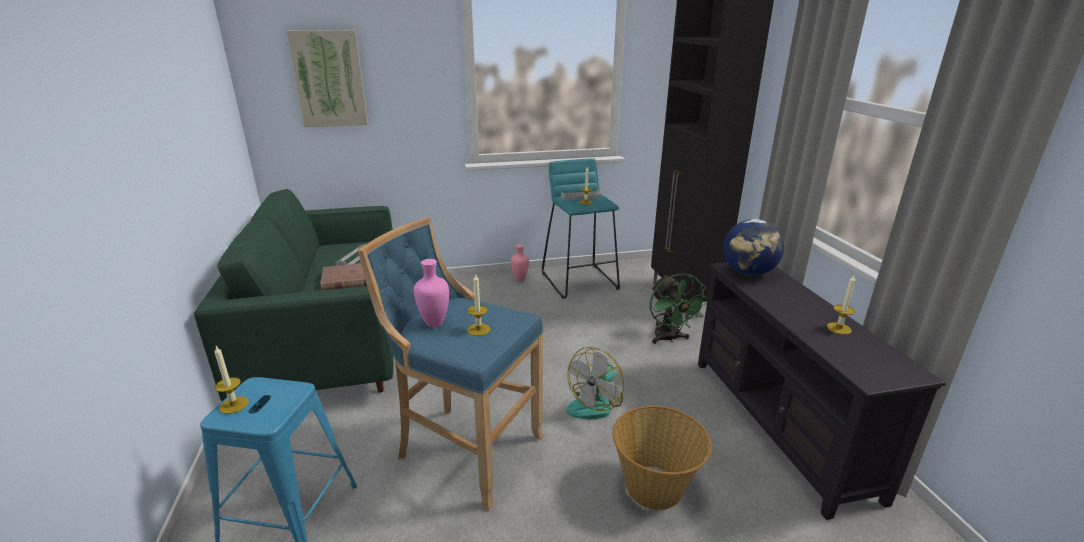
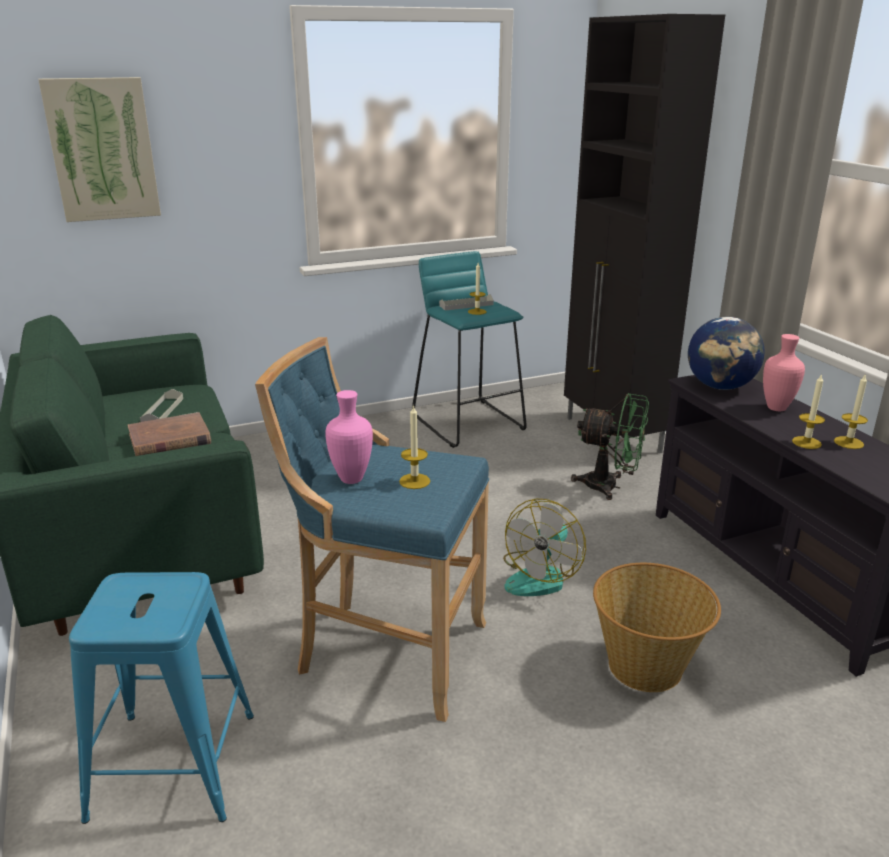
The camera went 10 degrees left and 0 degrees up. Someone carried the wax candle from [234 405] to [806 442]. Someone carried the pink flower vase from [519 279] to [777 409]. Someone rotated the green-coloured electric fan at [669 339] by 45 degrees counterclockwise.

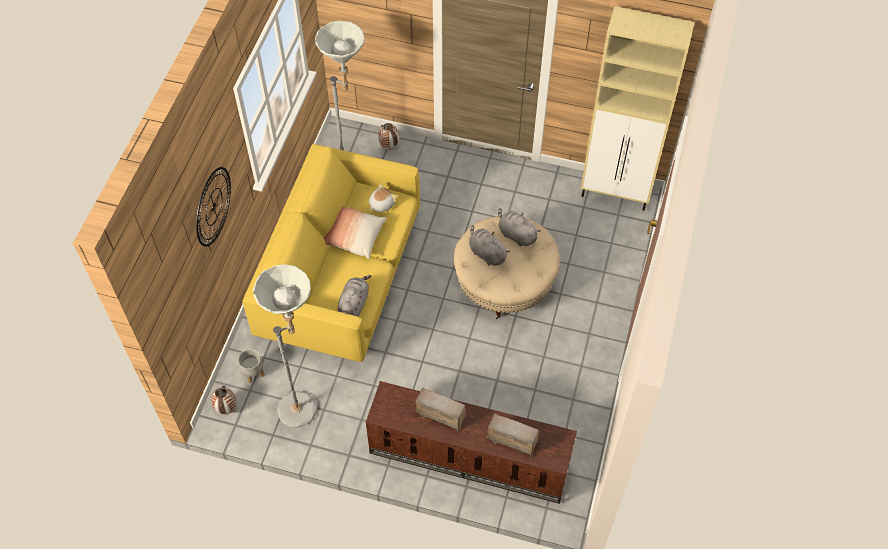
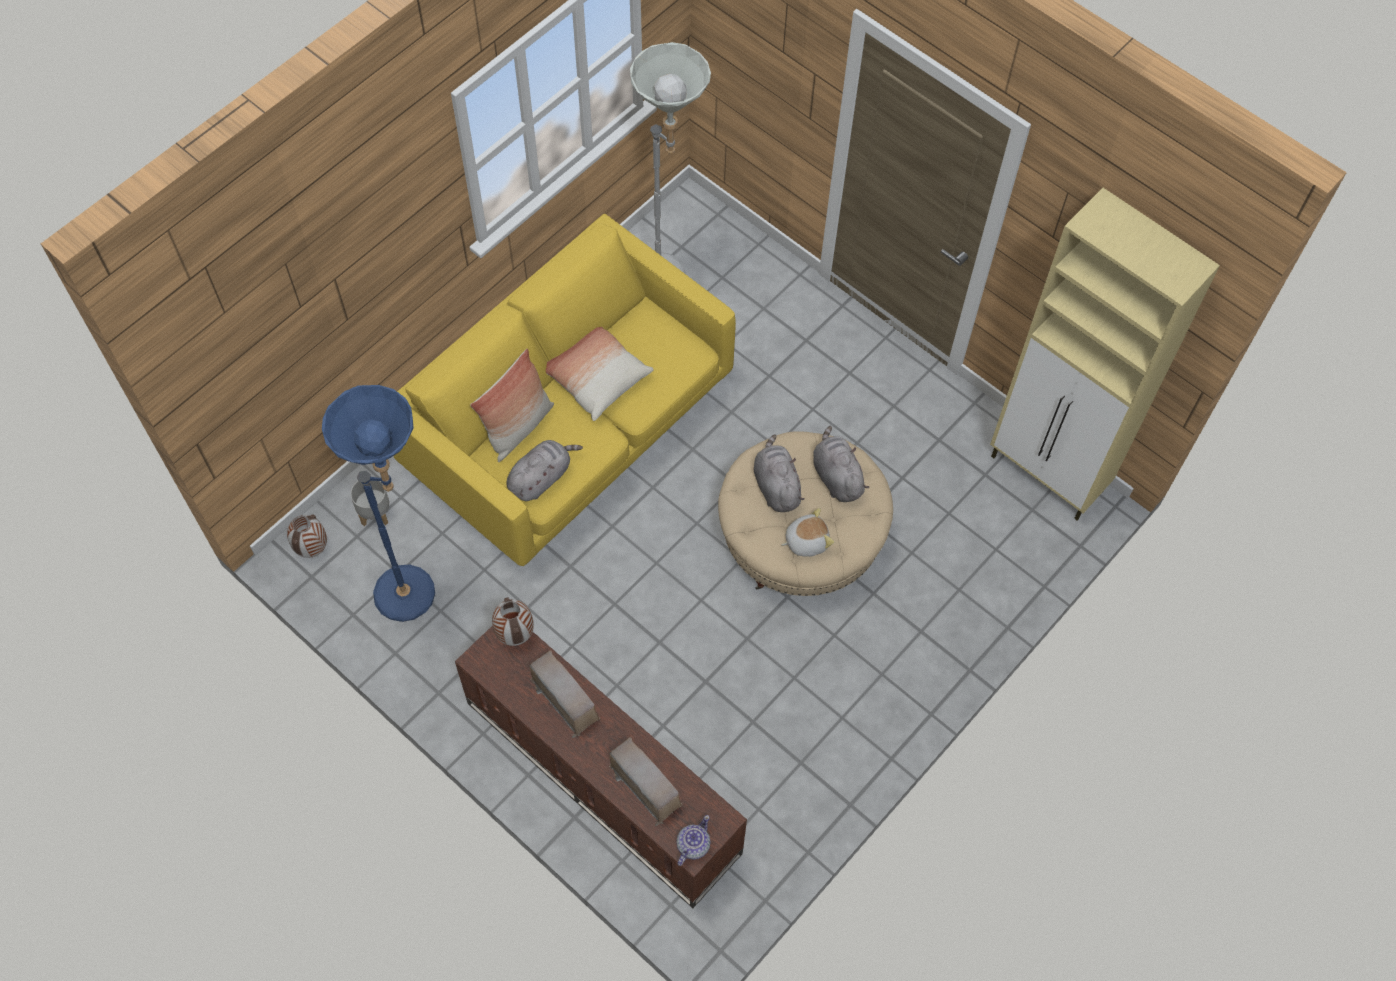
The camera went 25 degrees right and 5 degrees up. Someone took away the wall clock at [213 206]. Someone repainted the greyish standard lamp at [305 406], which became the blue-coloured standard lamp at [418 594]. Someone carried the plush toy from [381 204] to [806 540]. Someone carried the flower vase from [389 147] to [514 634]. Someone put down the throw pillow at [518 427]. Someone put down the tea pot at [692 845].

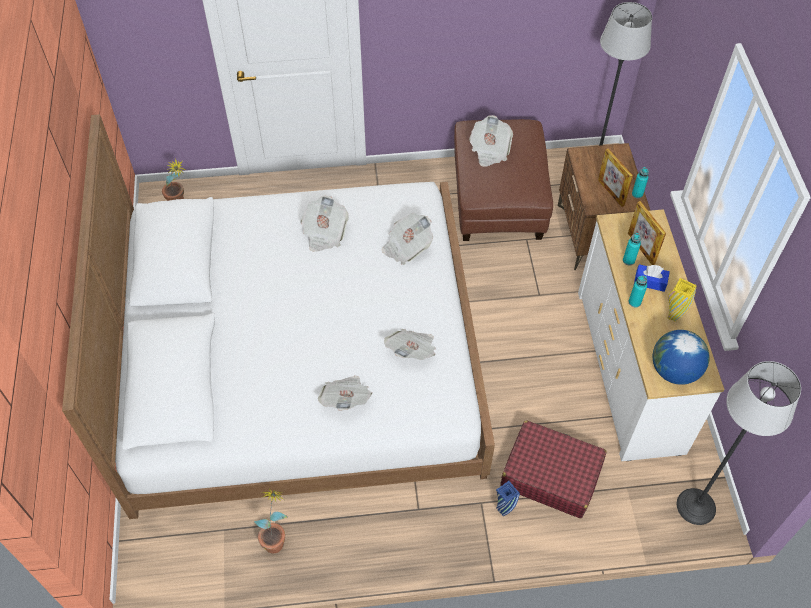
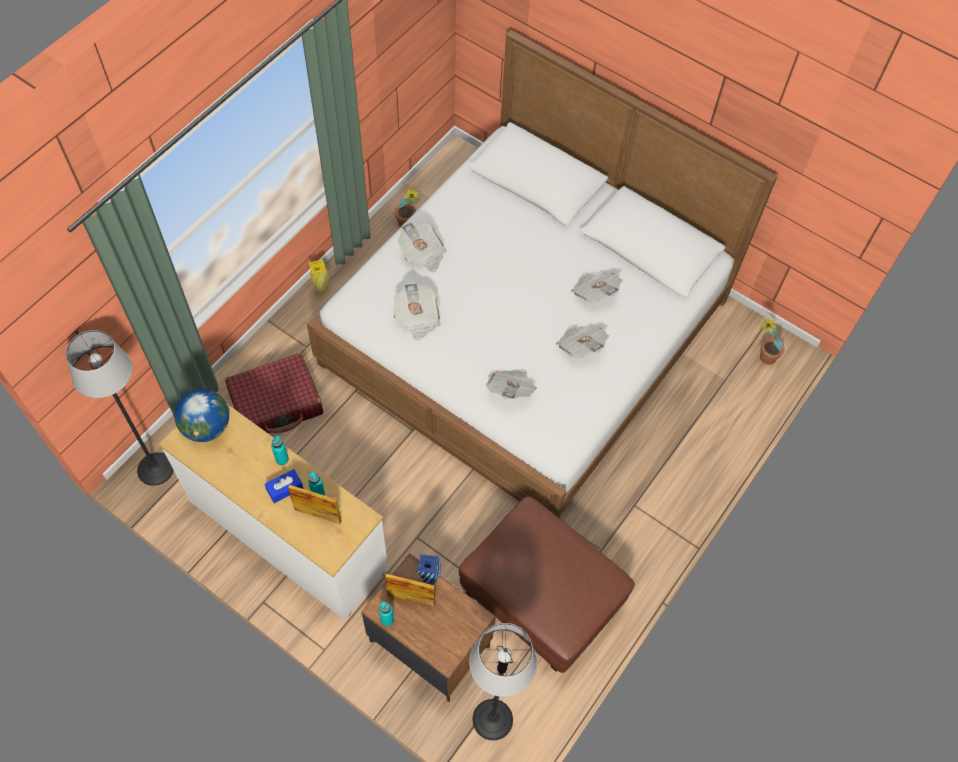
The camera went 130 degrees right and 5 degrees up. Someone carried the newspaper from [489 150] to [594 292]. Someone carried the blue-coloured flower vase from [503 511] to [428 581]. Someone carried the yellow flower vase from [672 316] to [321 290].

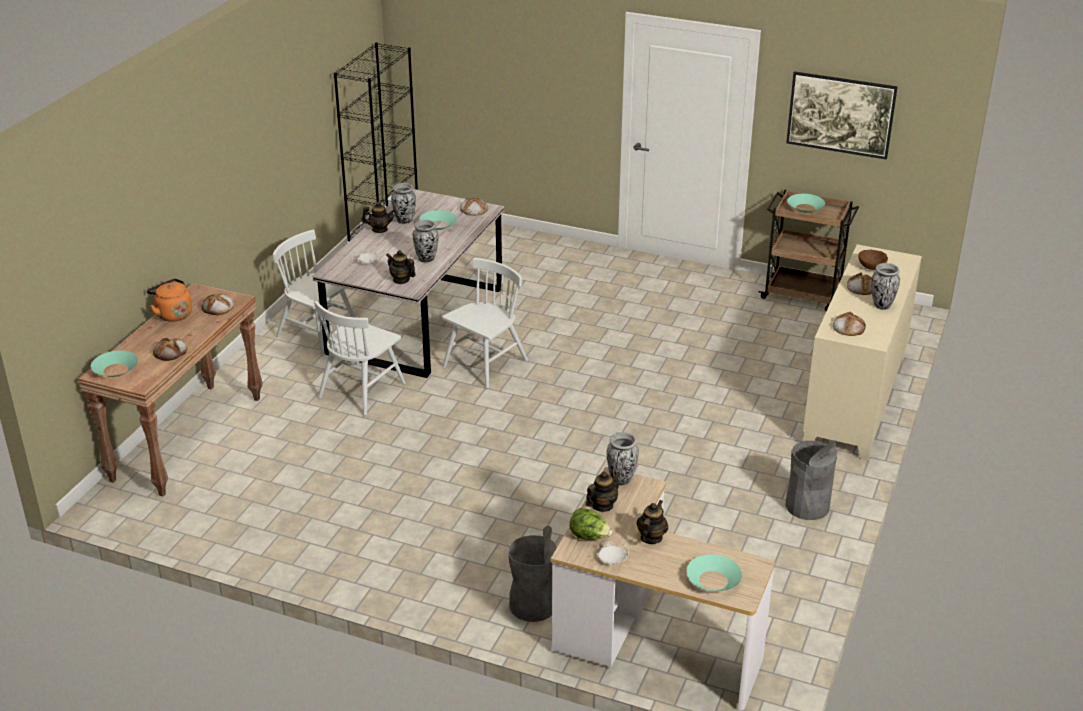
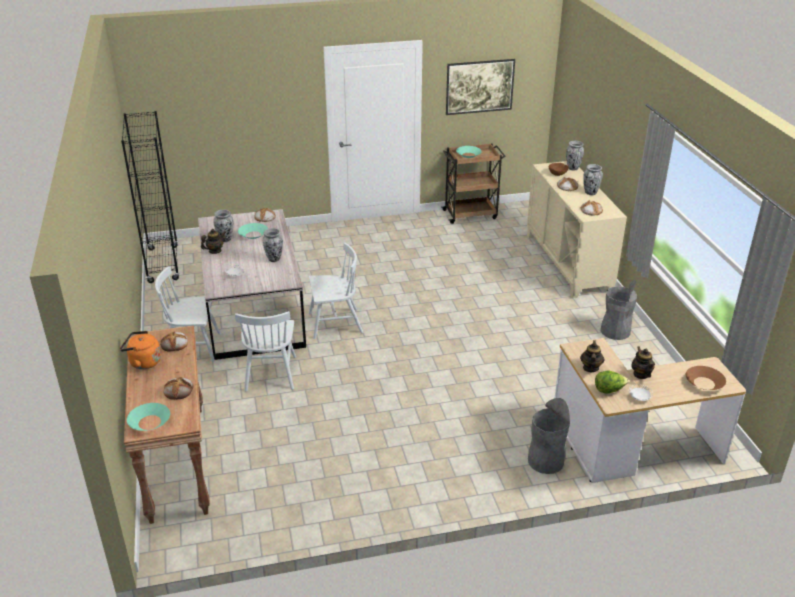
The camera went 35 degrees left and 0 degrees up. Someone took away the tea pot at [401 280]. Someone rotated the white plain chair at [485 364] by 75 degrees clockwise. Someone carried the flower vase from [621 479] to [572 168]. Someone repainted the turquoise serving bowl at [713 580], which became the brown serving bowl at [704 383].

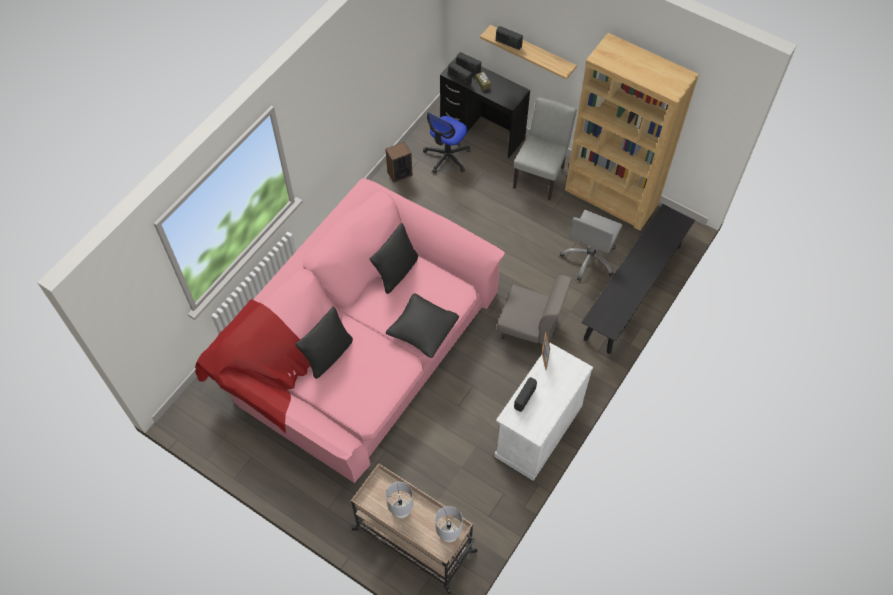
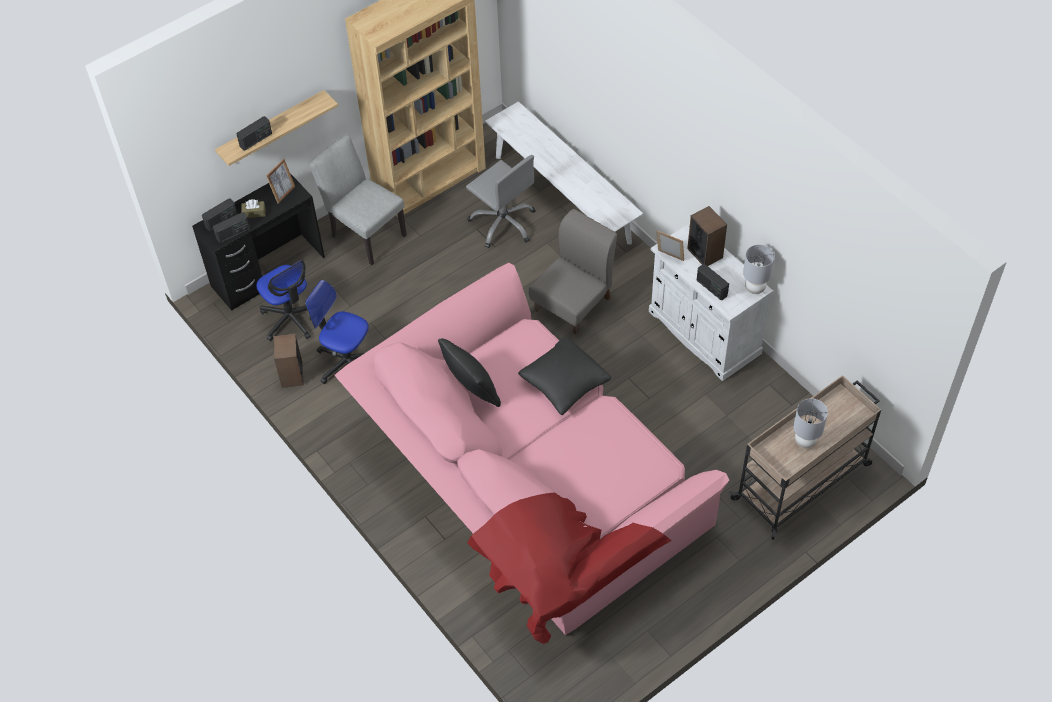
The camera went 70 degrees left and 5 degrees down. Someone took away the black throw pillow at [328 355]. Someone carried the greyish lamp for a table from [448 534] to [754 289]. Someone repainted the black indoor bench at [633 291], which became the white indoor bench at [562 199]. Someone put down the photo frame at [283 193]. Someone put down the office chair at [346 362]. Someone put down the loudspeaker at [705 253].

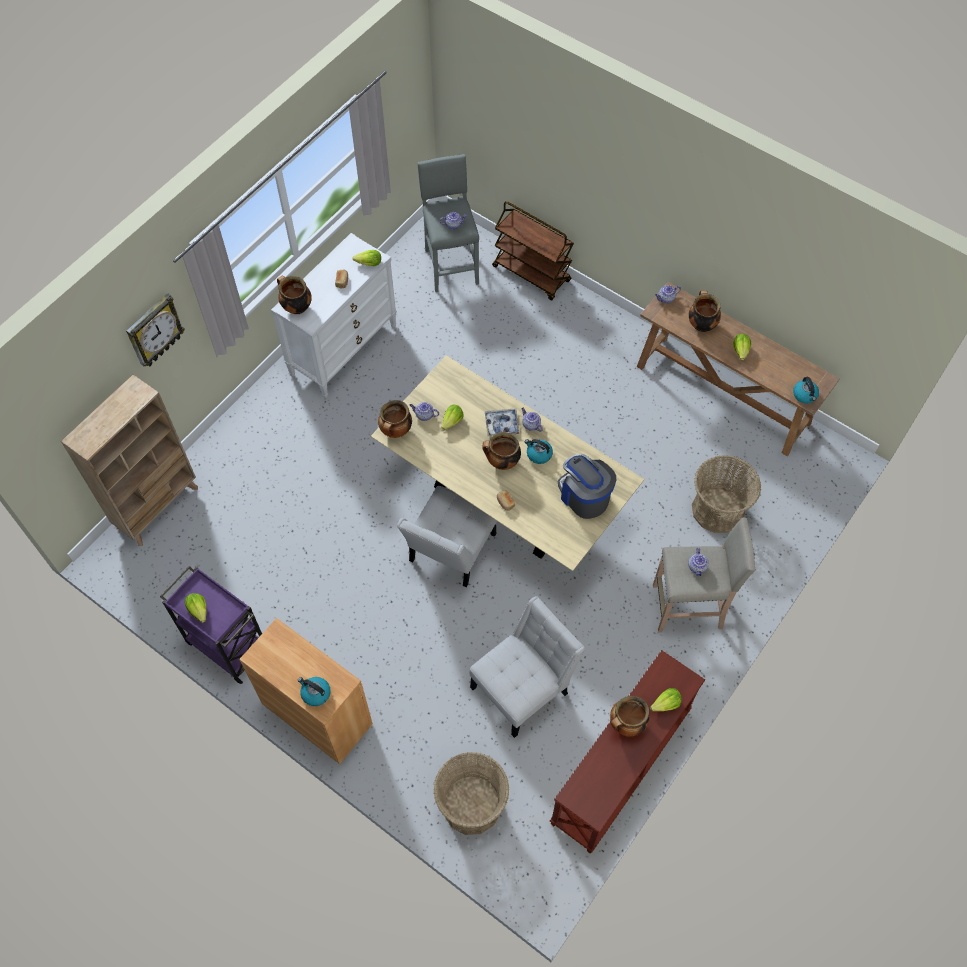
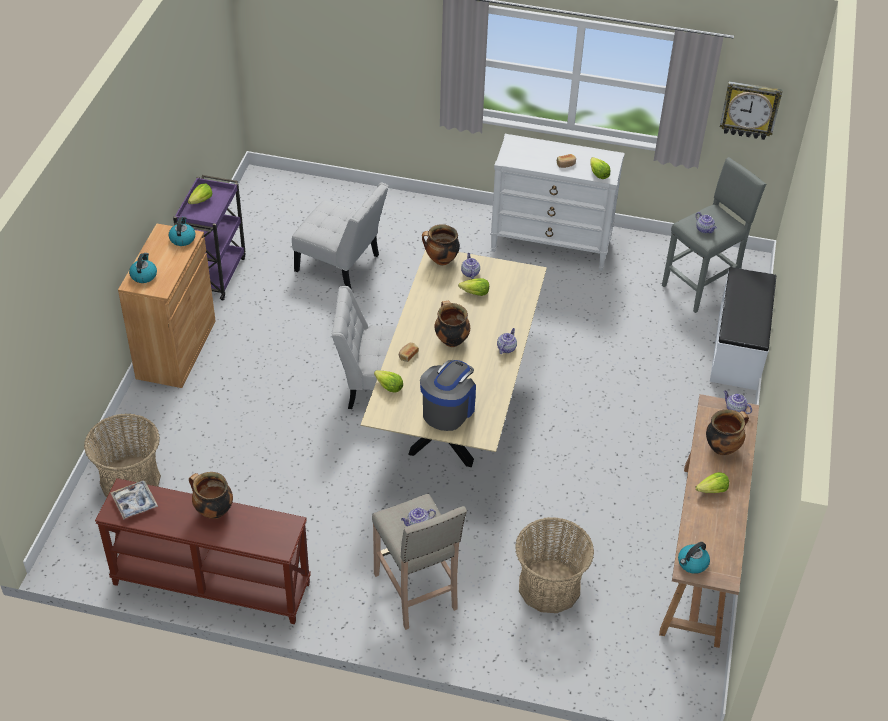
The camera went 65 degrees right and 15 degrees down. Someone took away the sand-coloured shelving unit at [158 507]. Someone carried the wall clock from [154 331] to [750 110]. Someone took away the saucepot at [296 307]. Someone carried the white plain chair from [523 687] to [341 265]. Someone carried the serving tray from [501 424] to [134 503]. Someone swapped the brown wheeled cart at [532 274] for the white indoor bench at [739 348]. Someone carried the kettle from [538 454] to [182 238]. Someone carried the lettuce from [666 704] to [388 387].

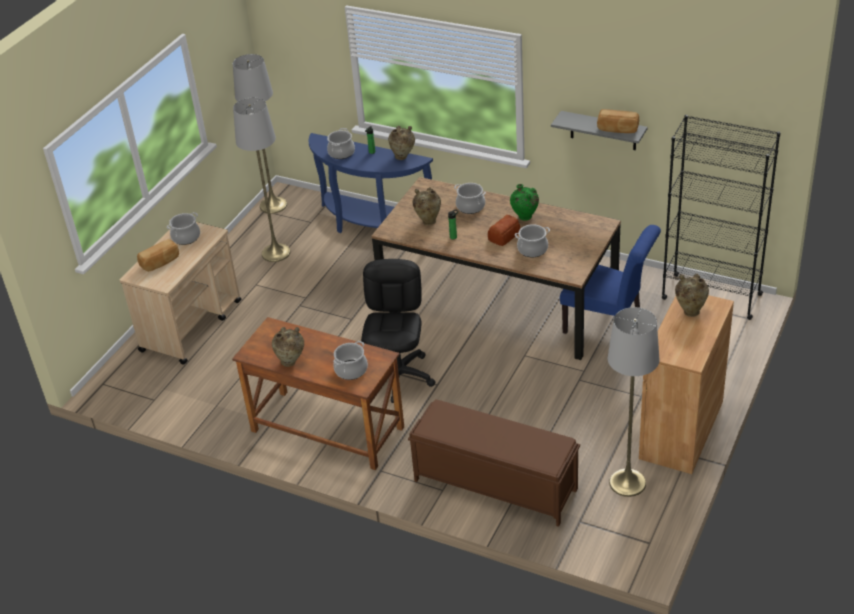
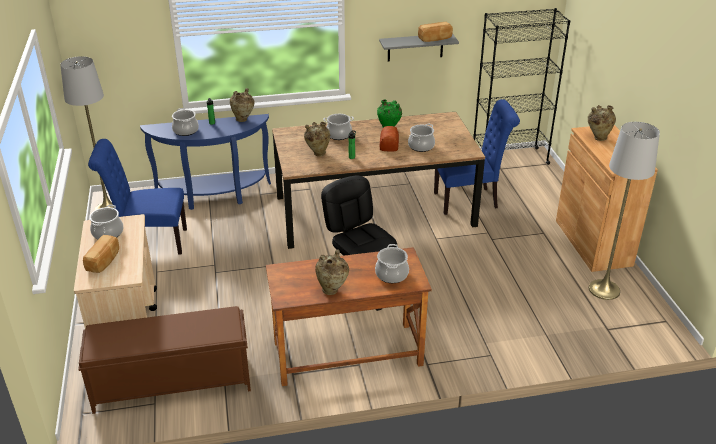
The camera went 40 degrees left and 5 degrees down. Someone swapped the greyish standard lamp at [276 253] for the blue-coloured plain chair at [149 242]. Someone carried the brown indoor bench from [494 484] to [171 383].

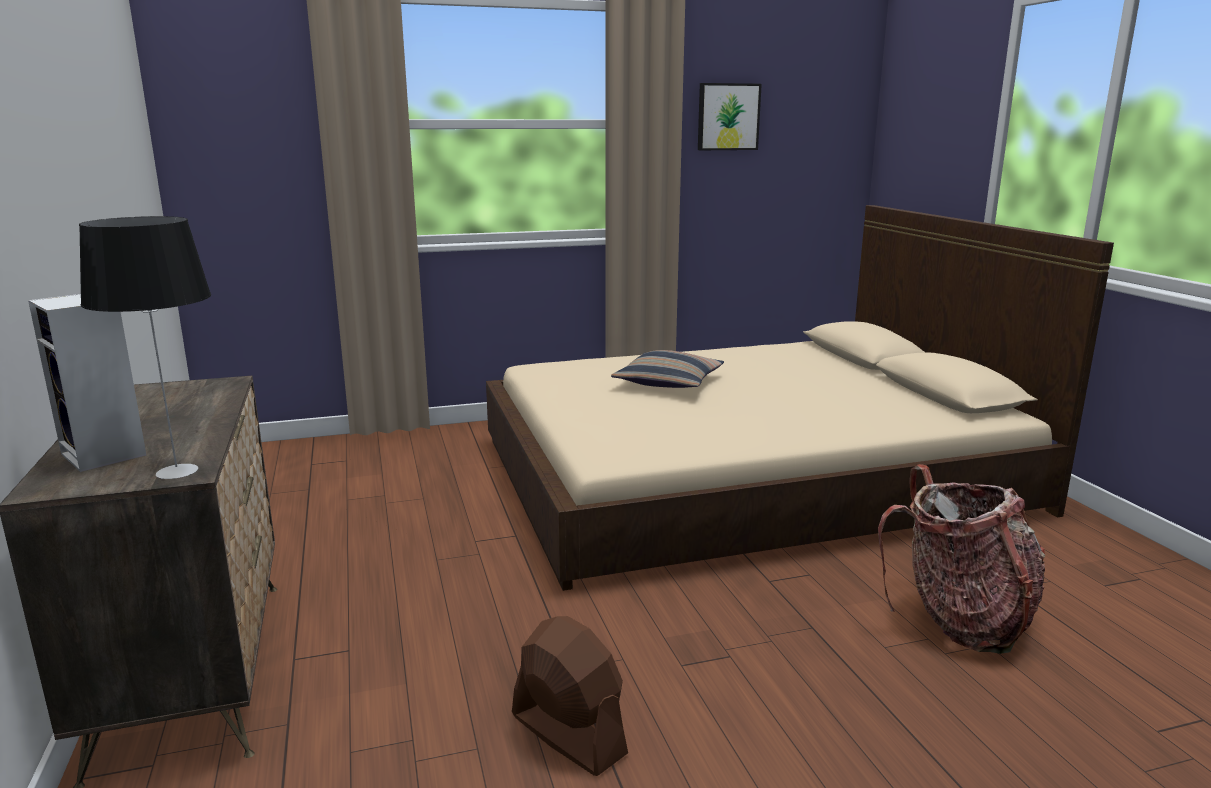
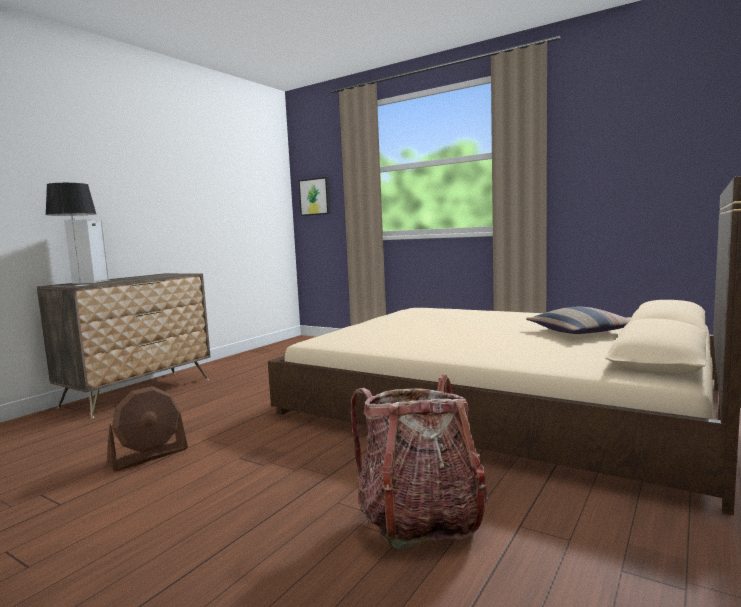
The camera went 50 degrees right and 10 degrees down. Someone rotated the brown electric fan at [567 734] by 45 degrees clockwise. Someone carried the throw pillow from [668 382] to [580 332]. Someone carried the picture from [728 117] to [315 196].

